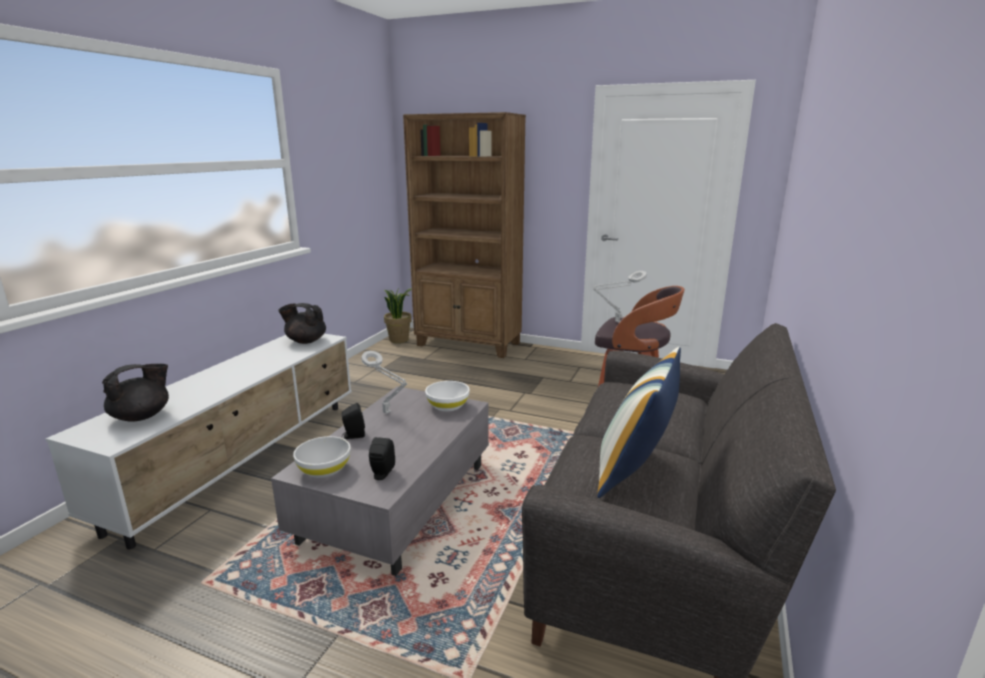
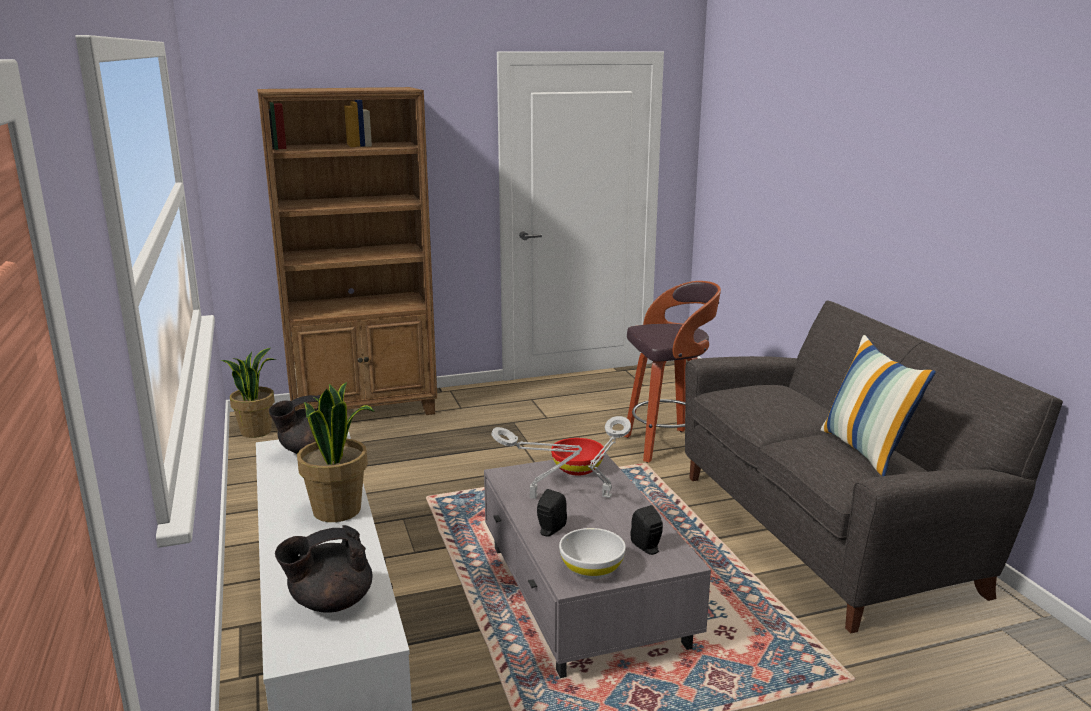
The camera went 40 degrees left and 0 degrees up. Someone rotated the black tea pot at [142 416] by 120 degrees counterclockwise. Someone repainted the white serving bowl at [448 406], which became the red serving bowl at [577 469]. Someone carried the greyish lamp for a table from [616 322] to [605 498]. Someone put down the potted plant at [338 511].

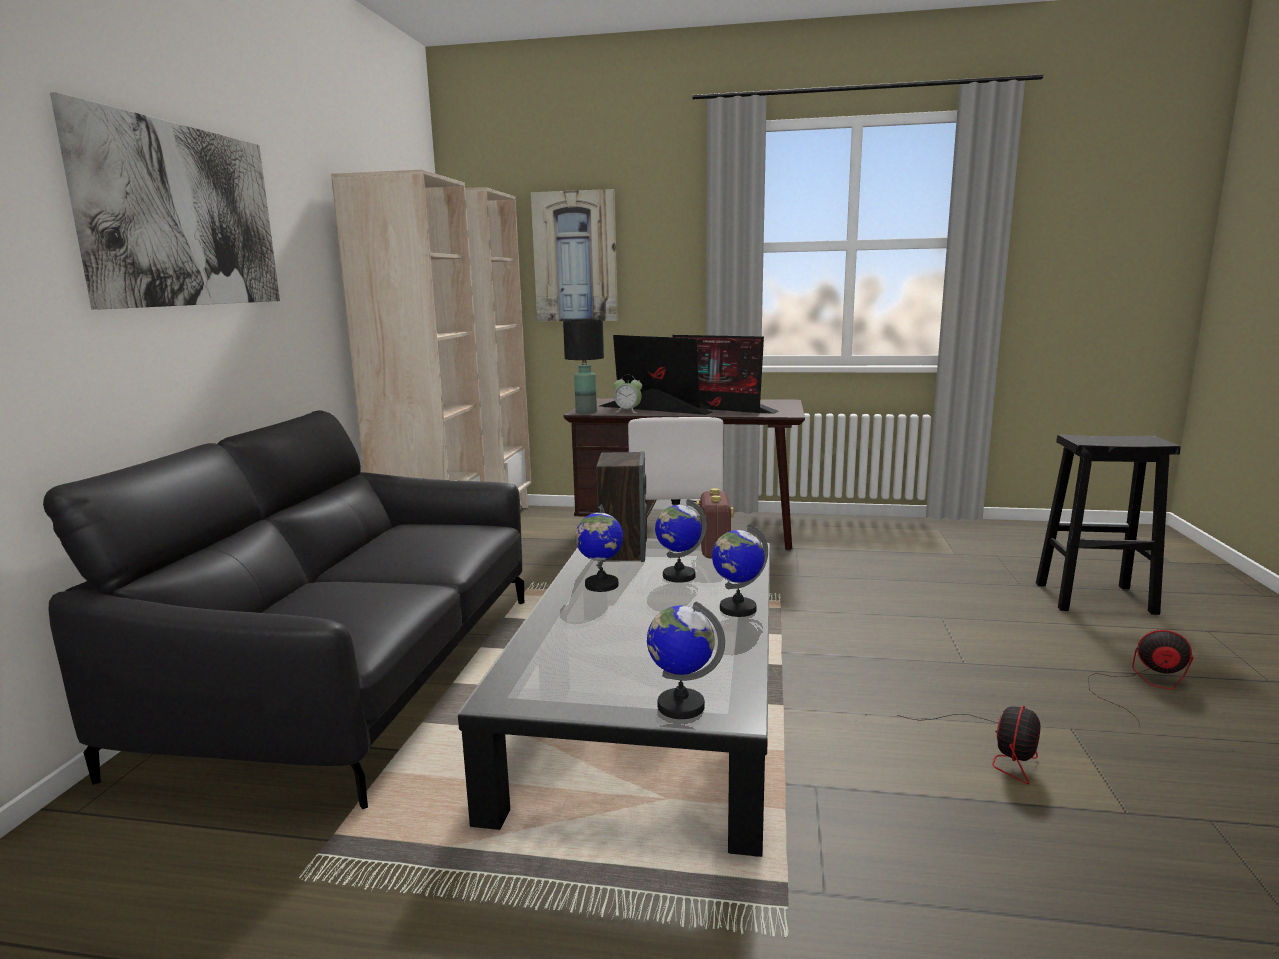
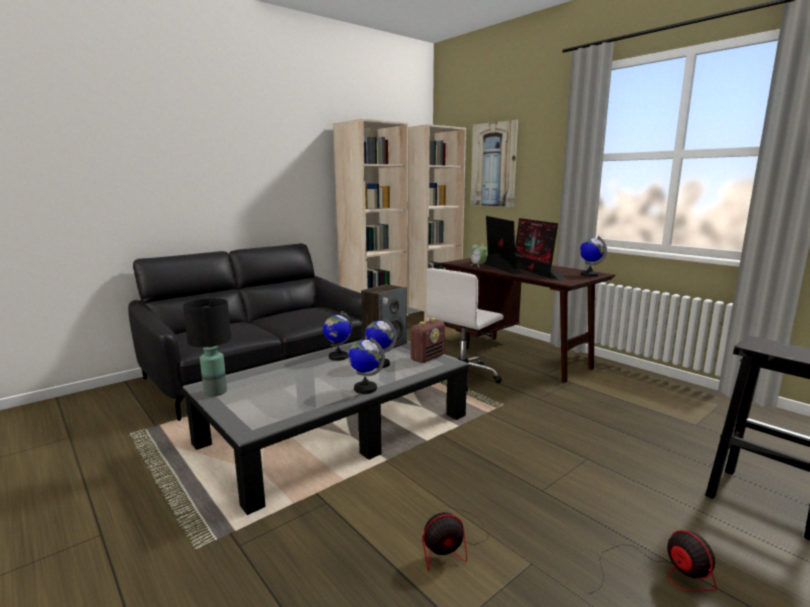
The camera went 40 degrees right and 0 degrees up. Someone took away the picture at [183 216]. Someone carried the black lamp for a table from [585 411] to [215 392]. Someone carried the desk globe from [680 706] to [589 275].

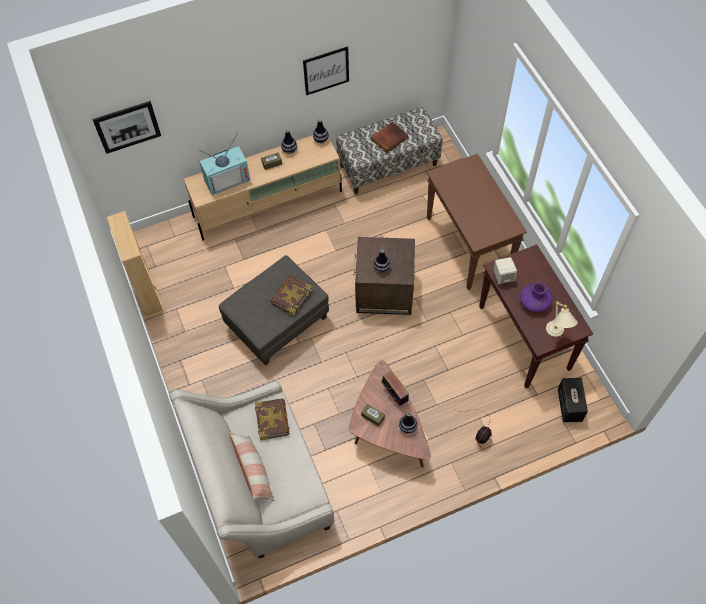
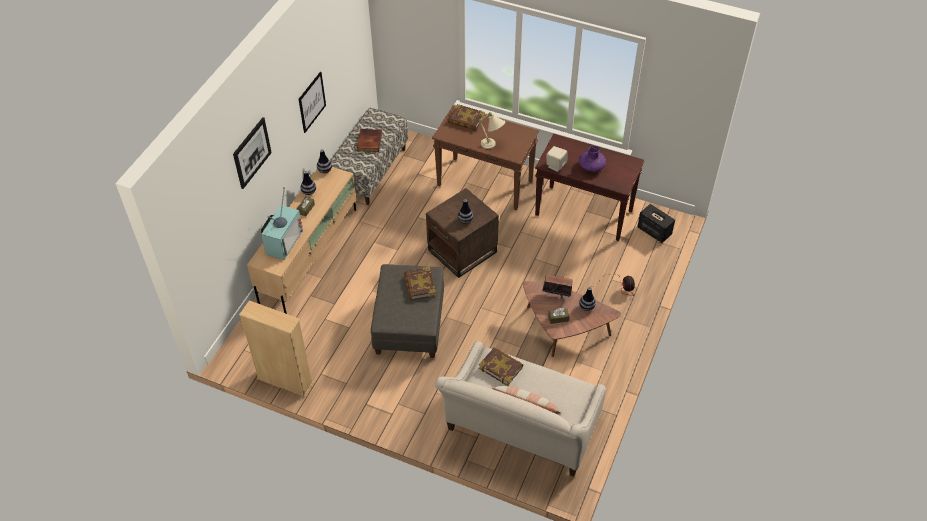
The camera went 45 degrees left and 10 degrees down. Someone carried the picture from [127 127] to [252 153]. Someone carried the sand-coloured lamp for a table from [556 335] to [492 146]. Someone put down the bound book at [466 120].

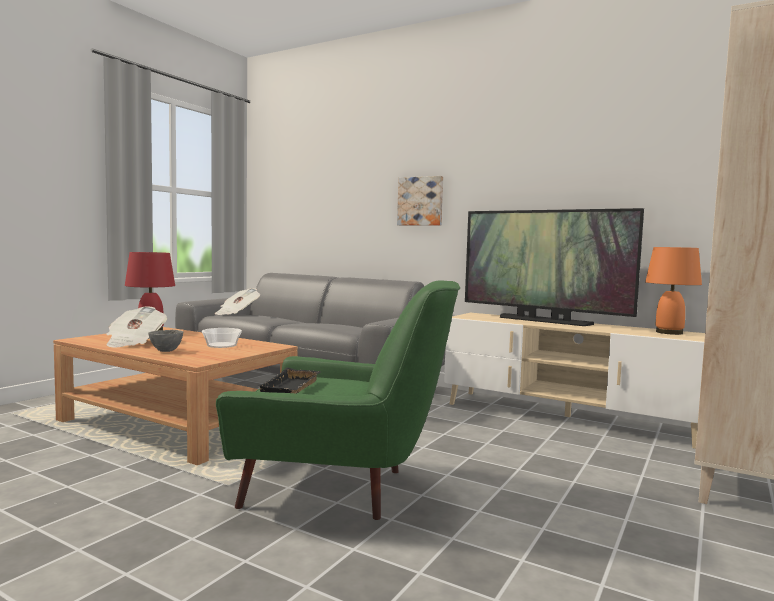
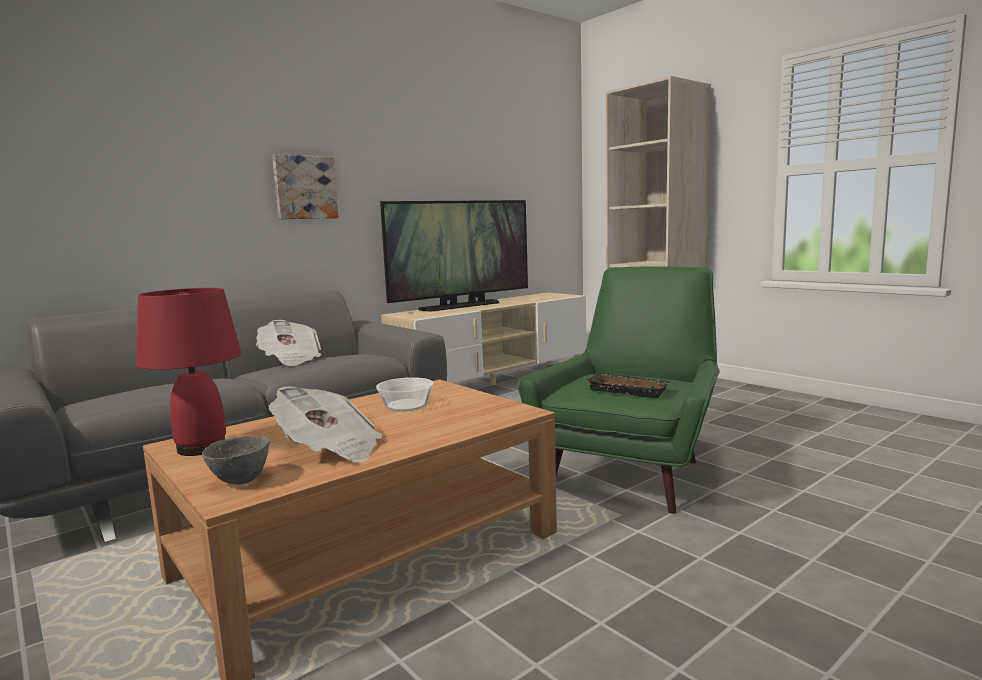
The camera went 70 degrees left and 5 degrees up. Someone carried the greyish serving bowl from [166 351] to [241 481]. Someone carried the newspaper from [237 313] to [290 359]. Someone took away the orange-coloured lamp for a table at [670 332].

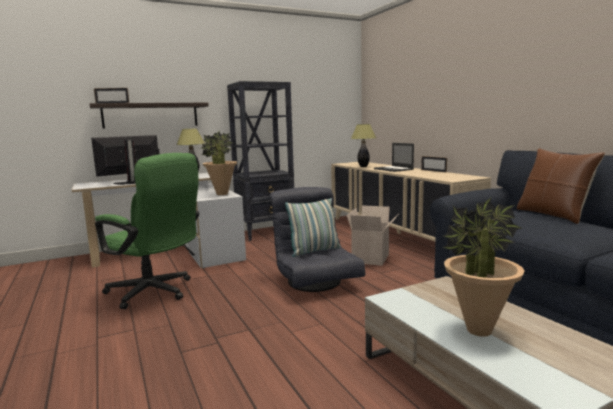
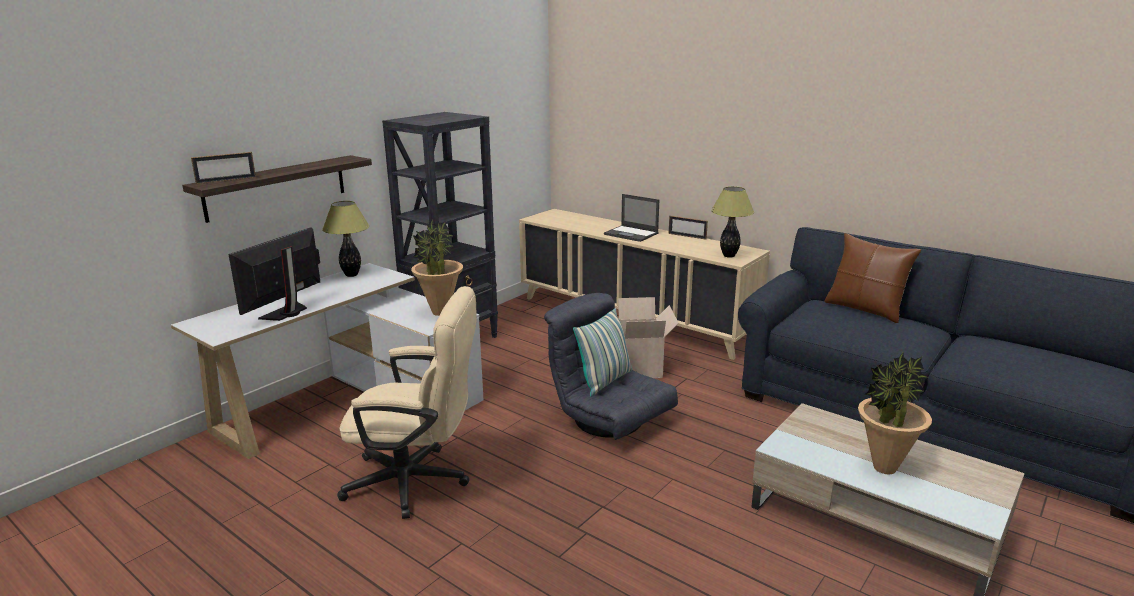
The camera went 25 degrees left and 10 degrees up. Someone repainted the green-coloured office chair at [155 293], which became the sand-coloured office chair at [417 482]. Someone carried the lamp for a table from [363 166] to [728 256].

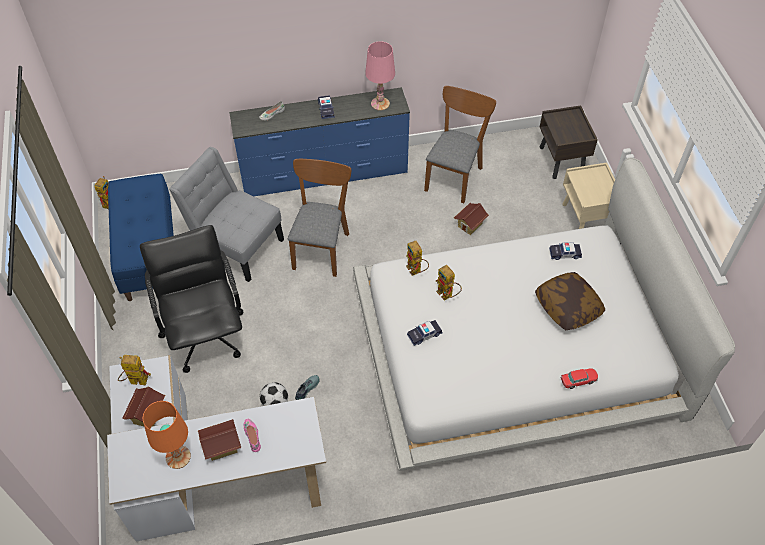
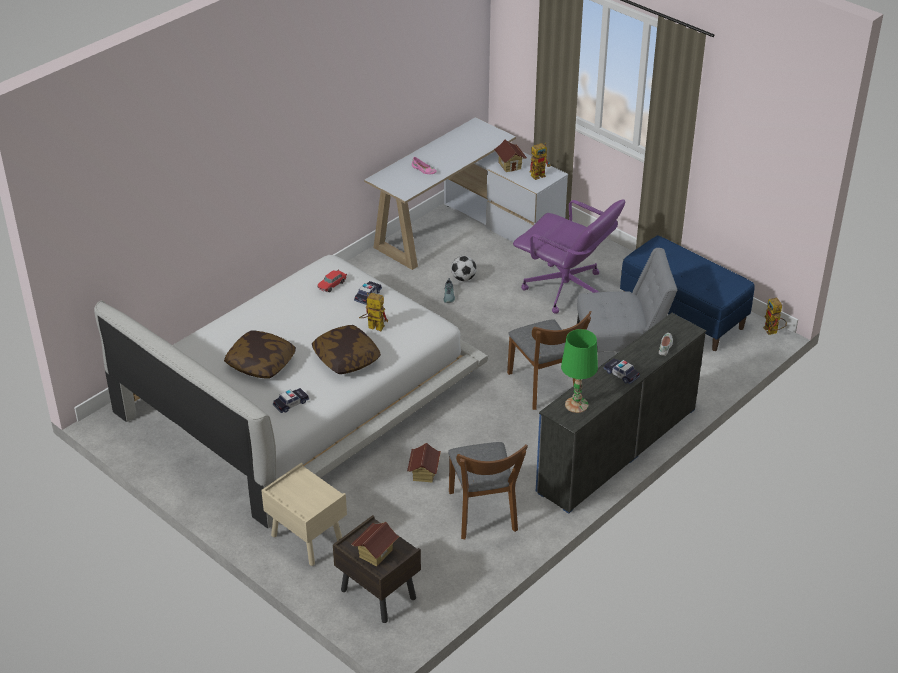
The camera went 145 degrees right and 15 degrees down. Someone repainted the black office chair at [205 334], which became the purplish office chair at [565 290]. Someone took away the orange-coloured lamp for a table at [178 456]. Someone carried the model house from [222 447] to [375 553]. Someone repainted the pink lamp for a table at [380 103], which became the green-coloured lamp for a table at [577 405]. Someone took away the robot figure at [416 271]. Someone carried the miniature car from [578 380] to [332 285]. Someone put down the throw pillow at [346 359].

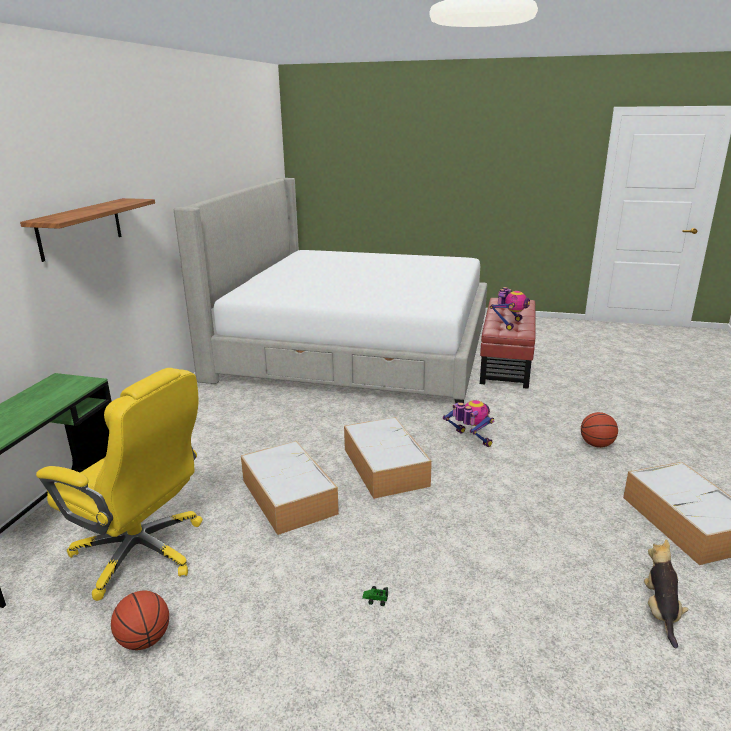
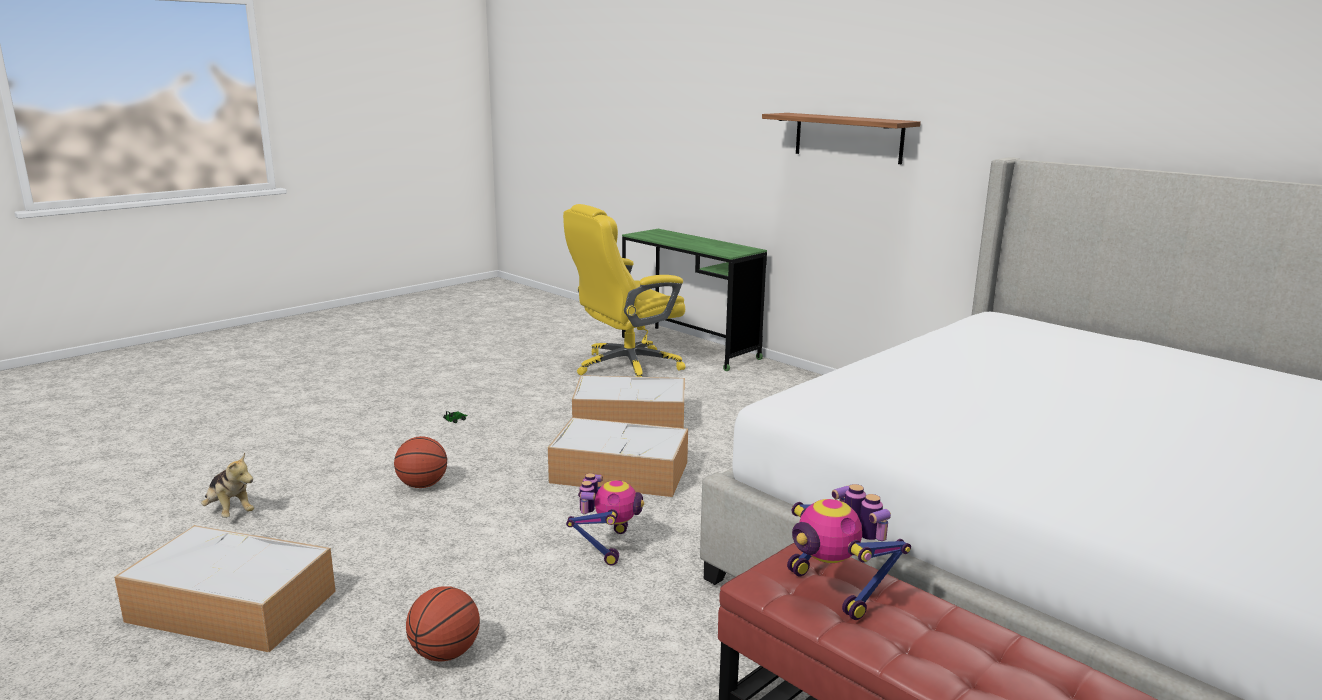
The camera went 120 degrees right and 5 degrees down. Someone carried the basketball from [145 640] to [422 485]. Someone rotated the robot figure at [469 440] by 75 degrees counterclockwise.

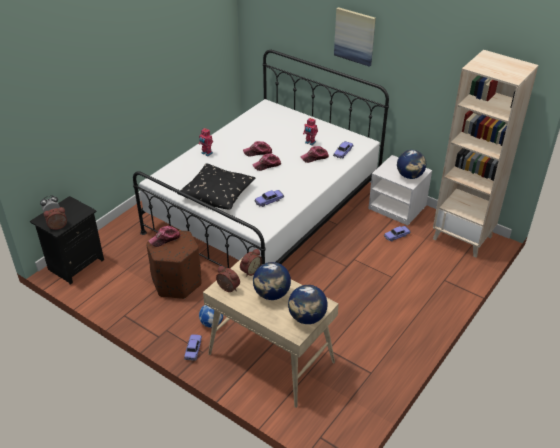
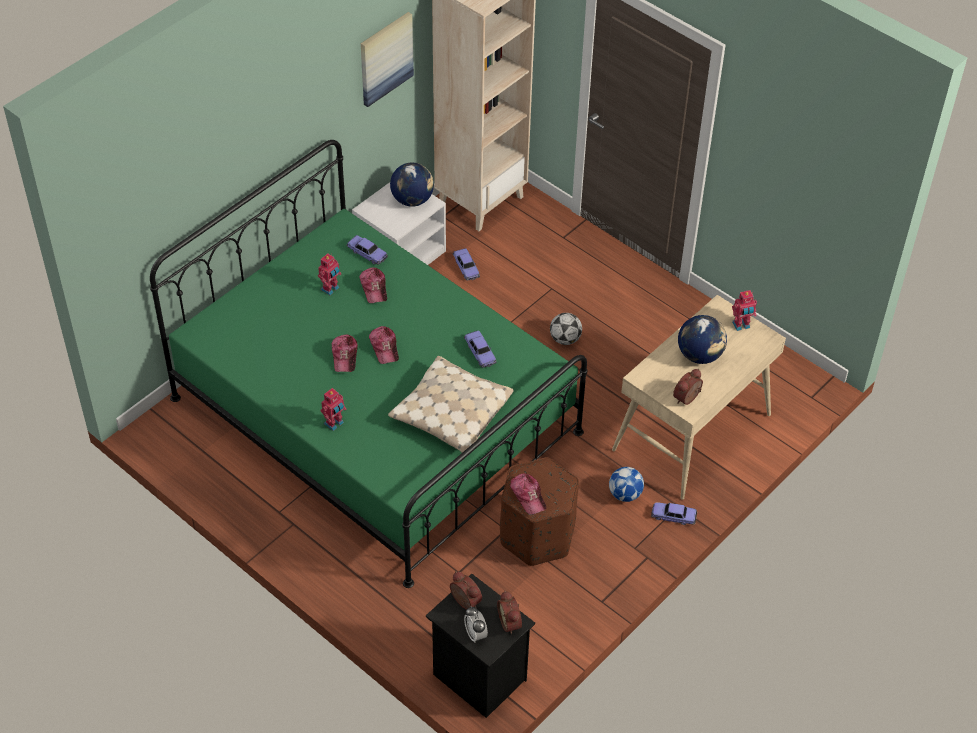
The camera went 85 degrees left and 10 degrees up. Someone repainted the white bedroom bed at [264 209], which became the green-coloured bedroom bed at [375 415]. Someone repainted the black throw pillow at [217 193], which became the sand-coloured throw pillow at [450 413]. Someone carried the bedside clock from [250 271] to [464 602]. Someone swapped the desk globe at [307 318] for the robot figure at [741 325]. Someone carried the picture from [355 36] to [385 58]. Someone put down the ball for football at [565 339].

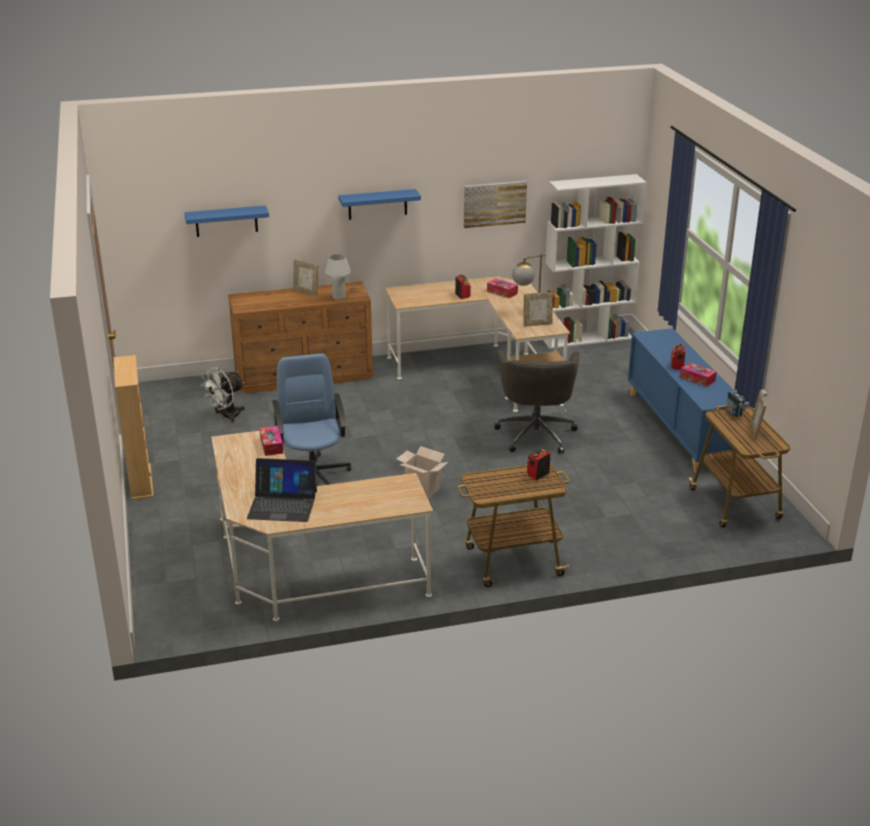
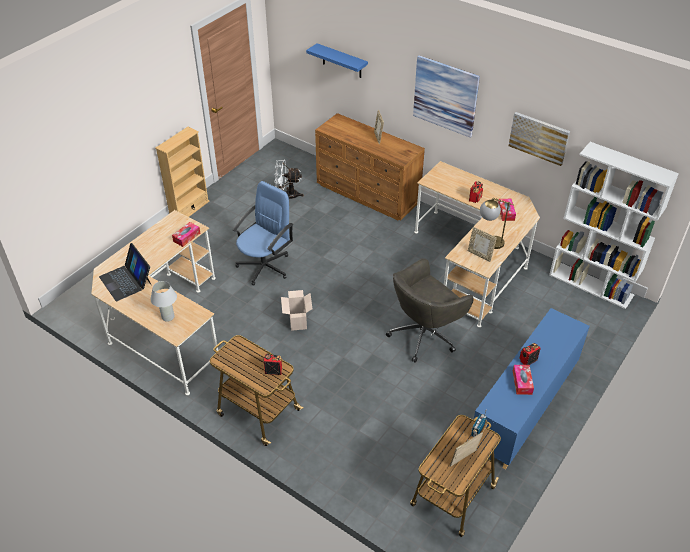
The camera went 50 degrees right and 15 degrees up. Someone carried the white lamp for a table from [339 297] to [168 317]. Someone swapped the blue-coloured shelf at [377 204] for the picture at [445 96].

